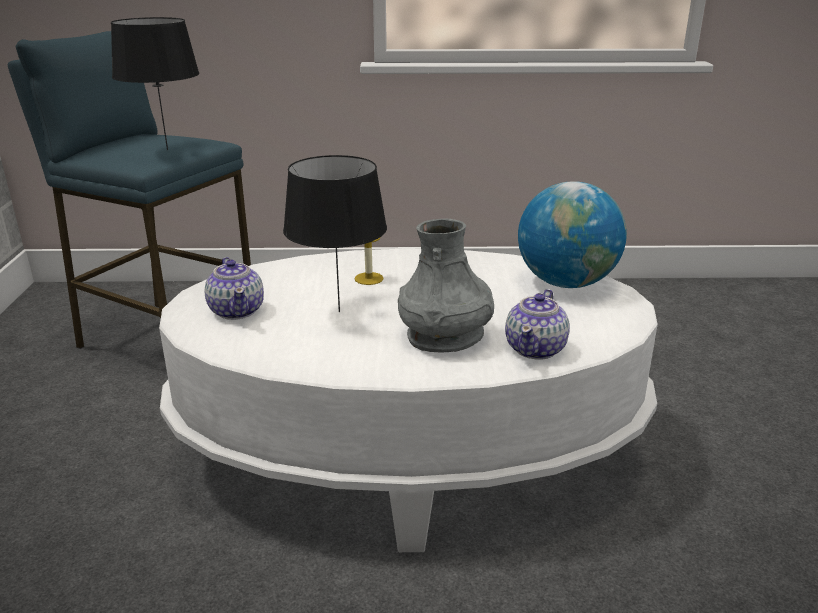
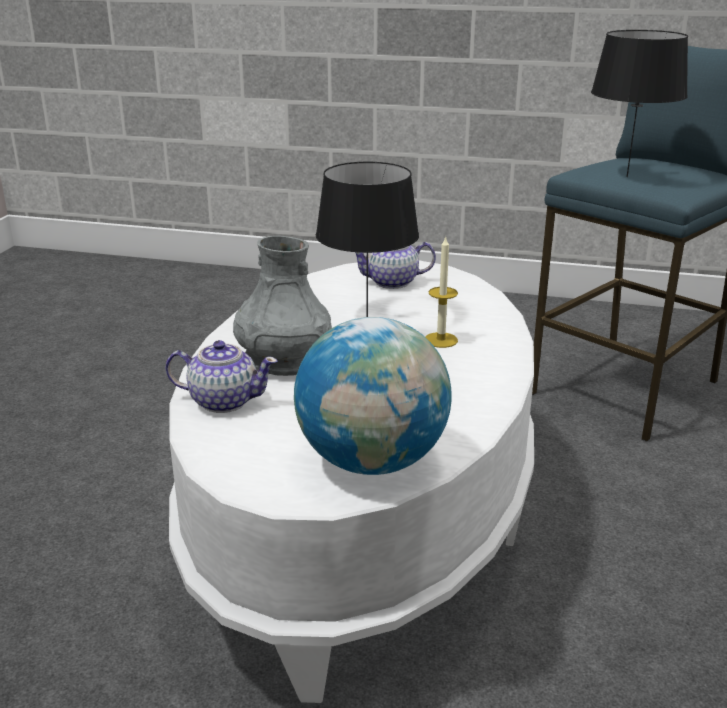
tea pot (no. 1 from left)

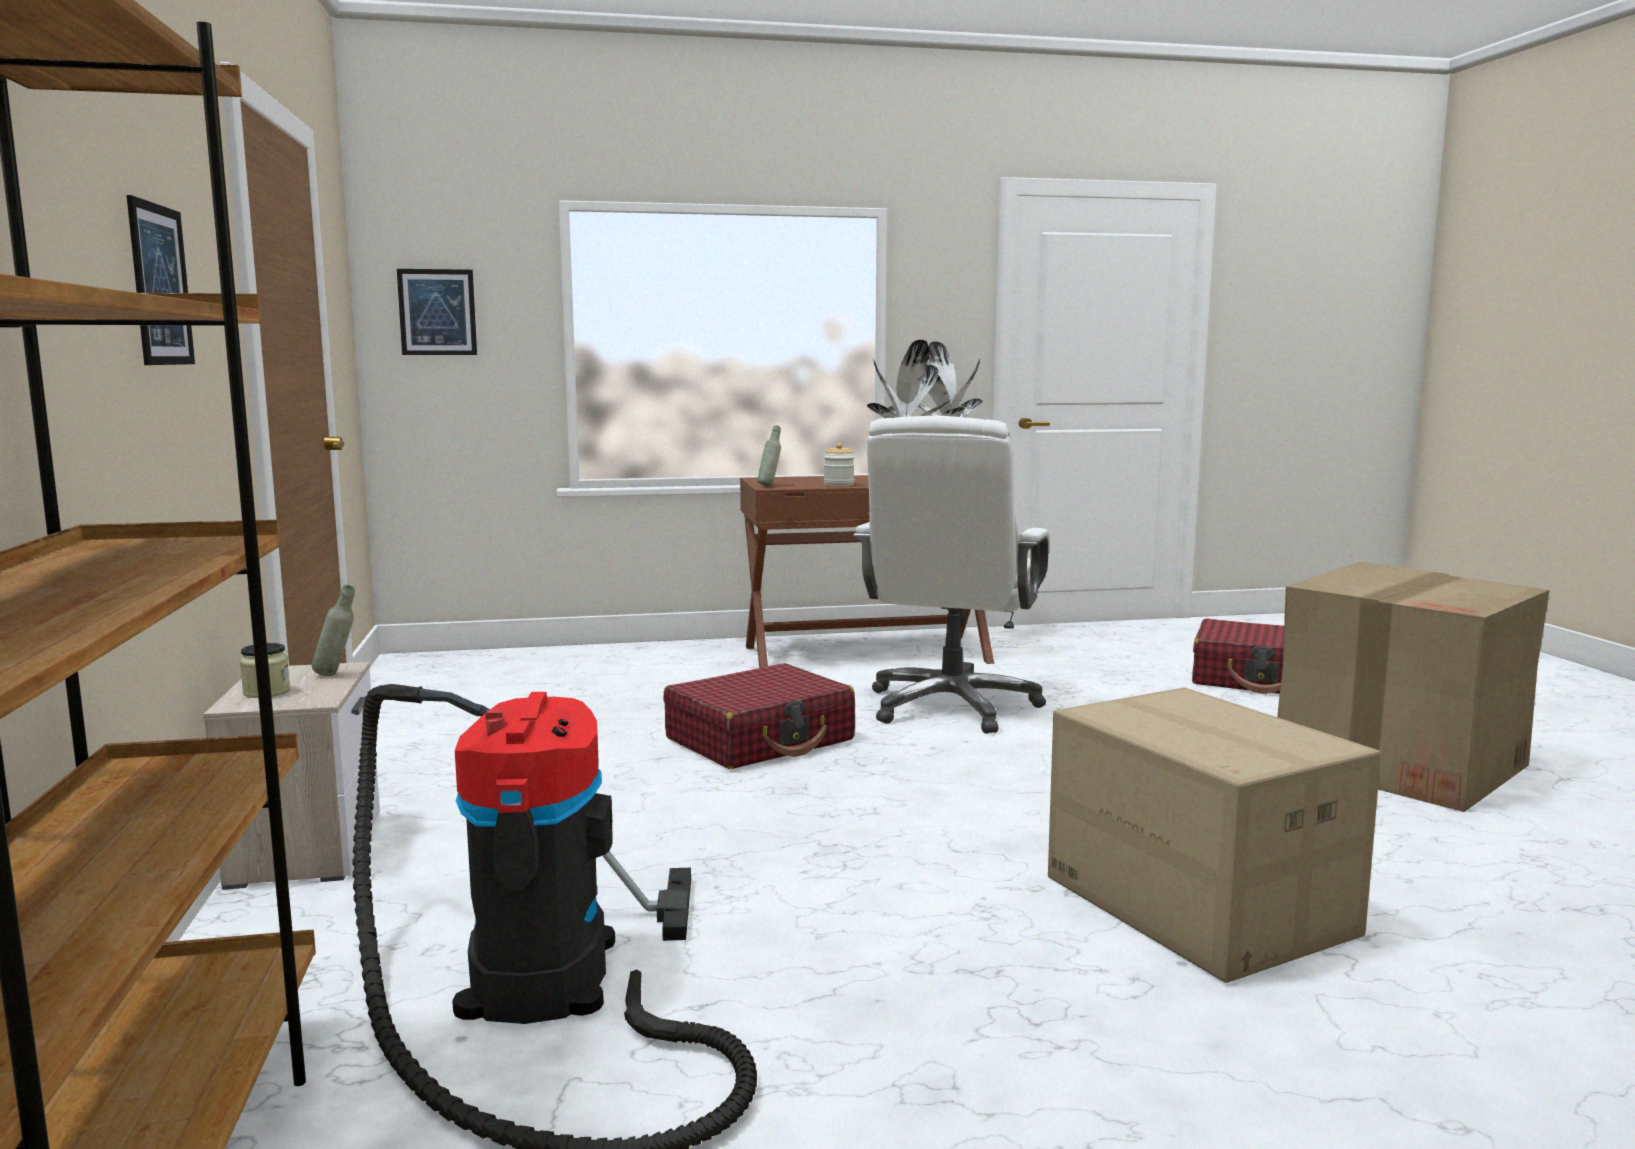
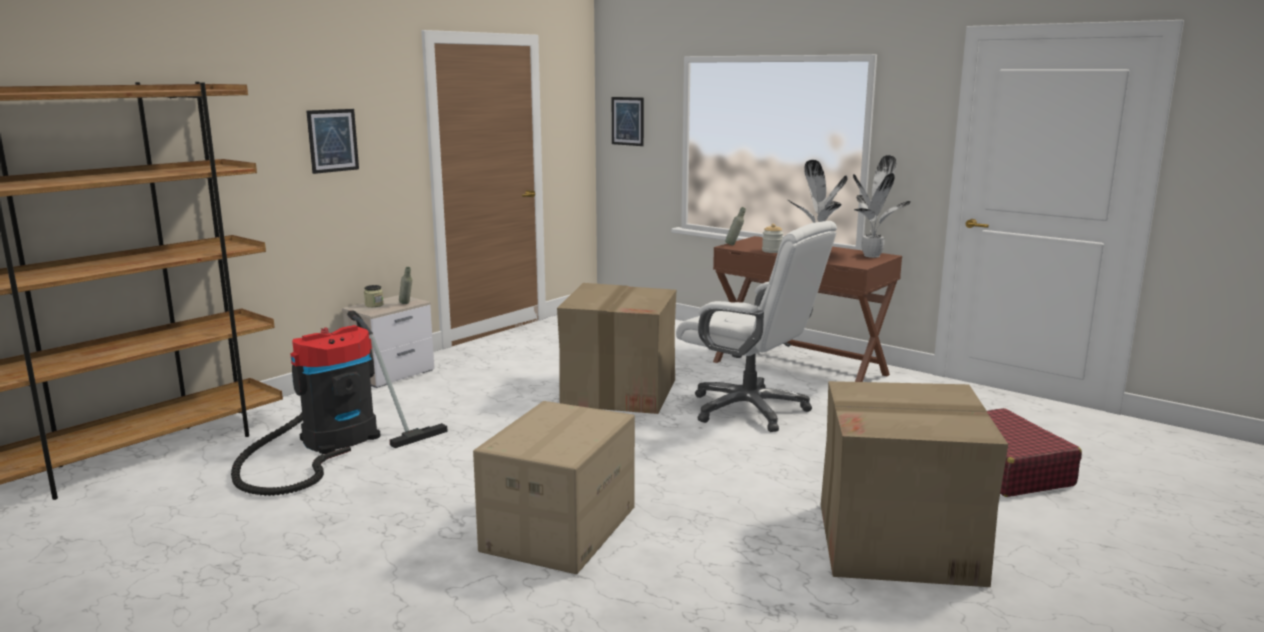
white computer chair
cardboard box (no. 2 from left)

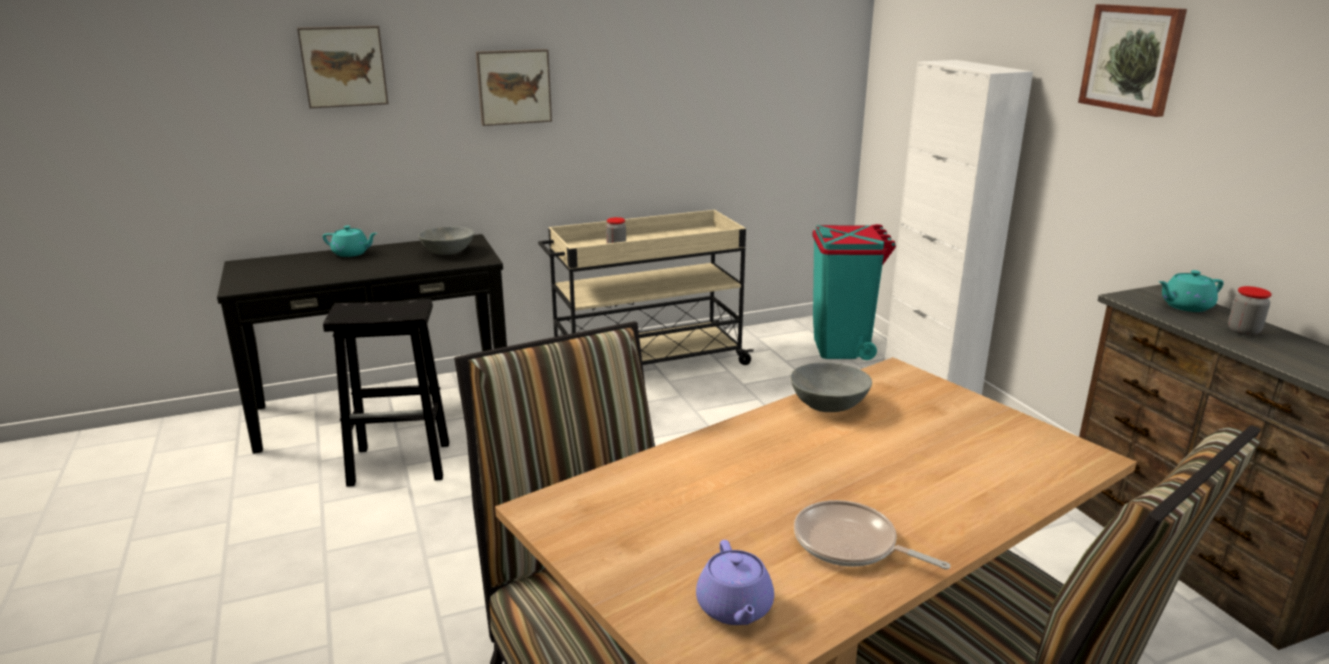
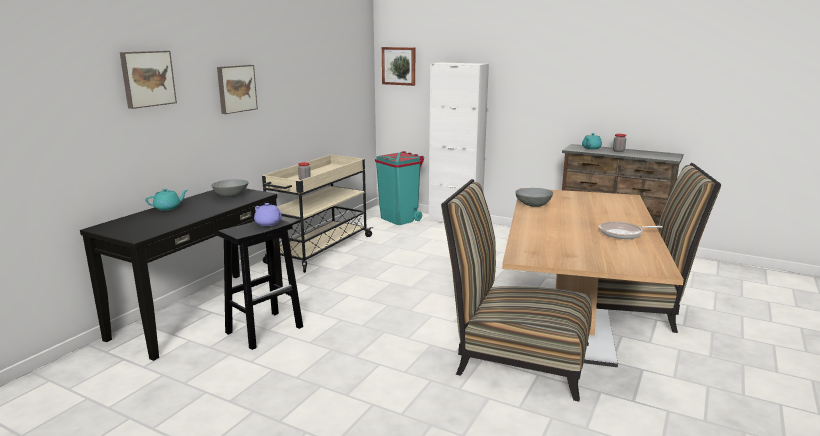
picture (no. 3 from left)
purple-coloured tea pot

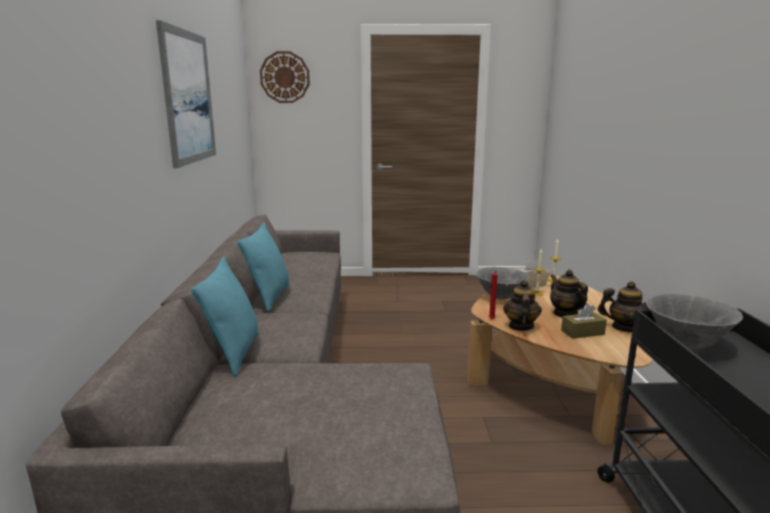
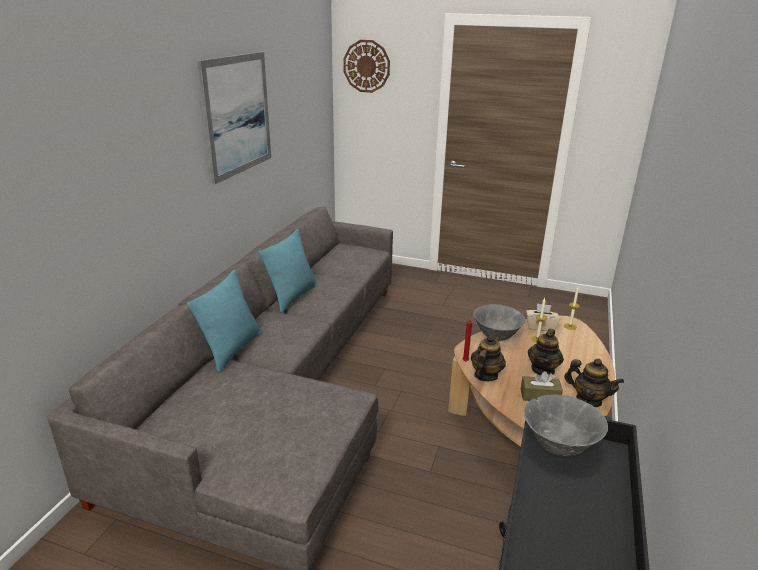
tea pot (no. 2 from left)

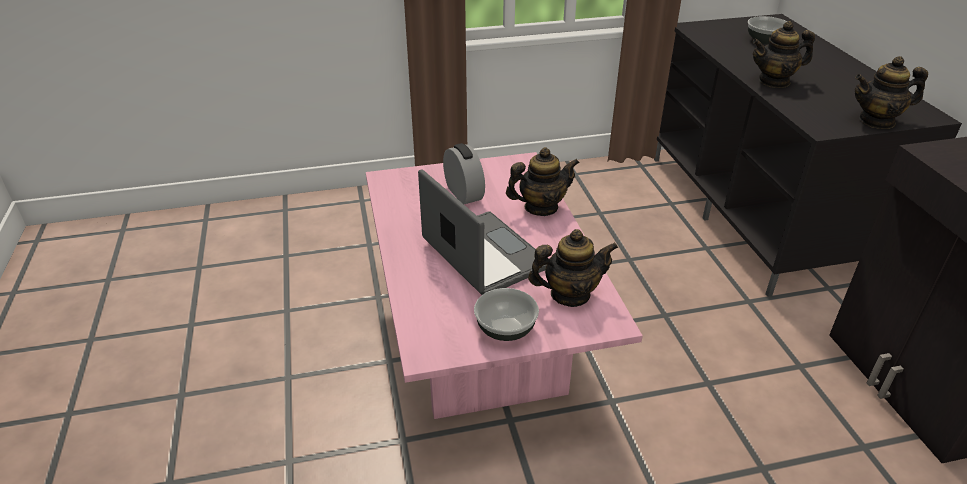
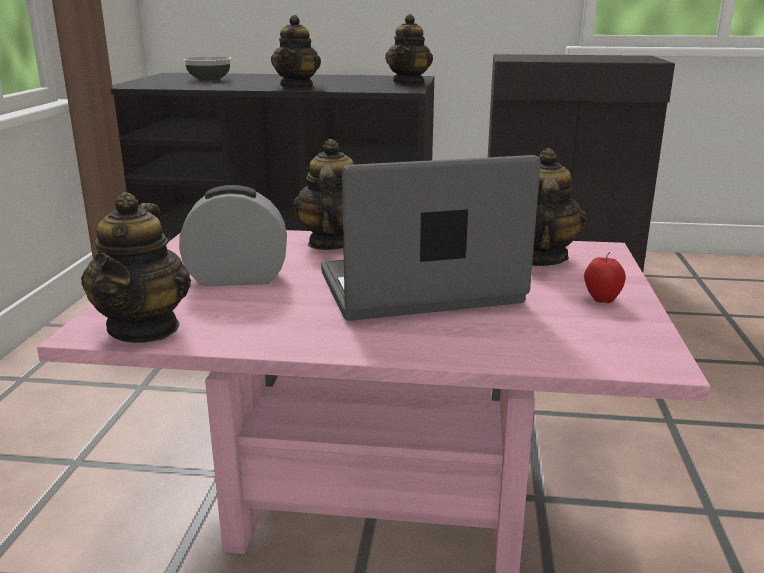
whole apple
tea pot (no. 1 from left)

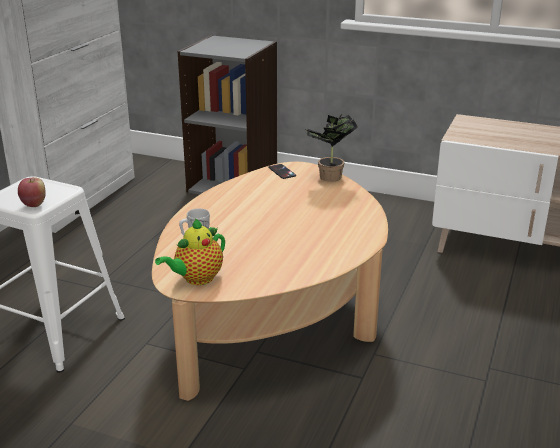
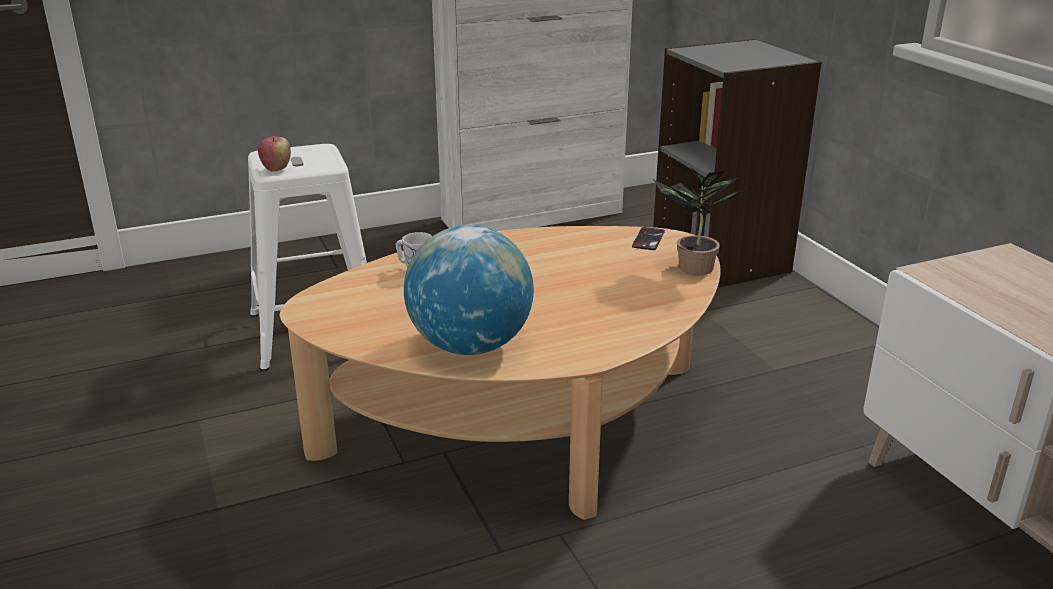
tea pot
world globe

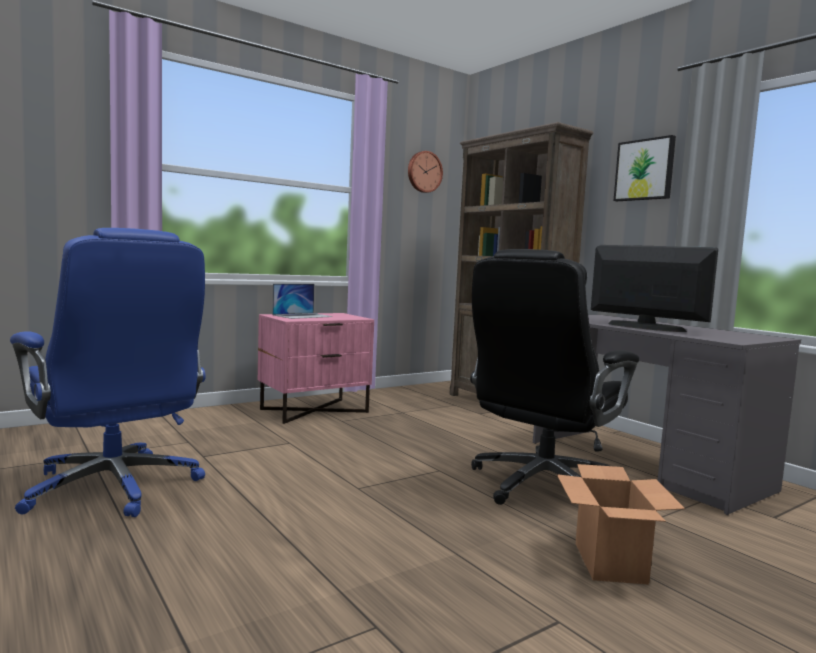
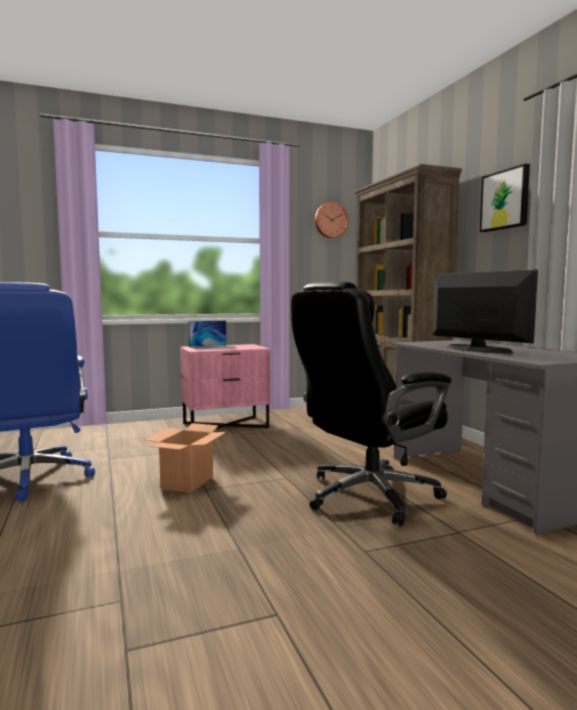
cardboard box

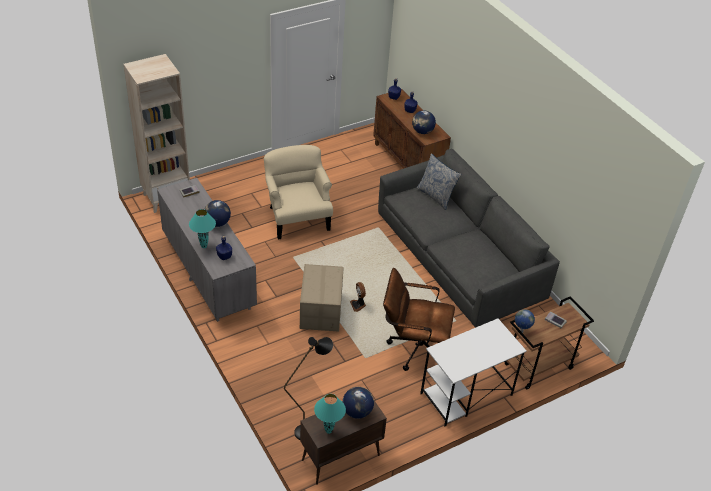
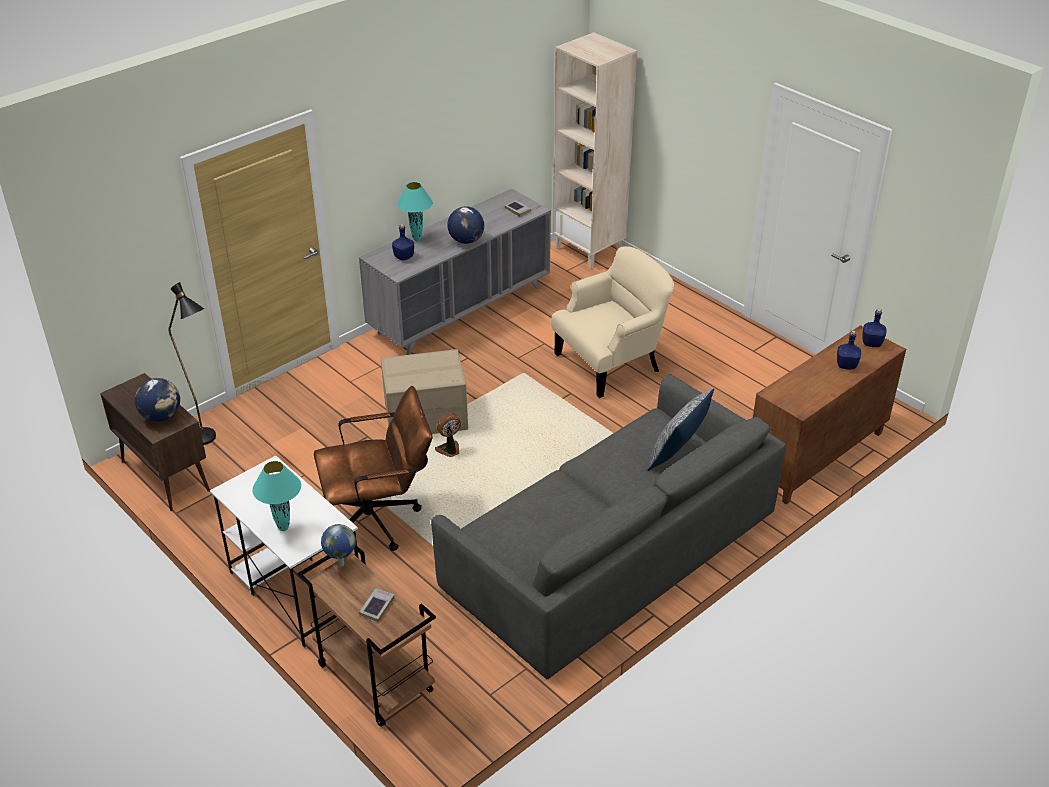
world globe (no. 3 from left in the first image)
brownish computer chair
blue-green lamp for a table (no. 1 from left)

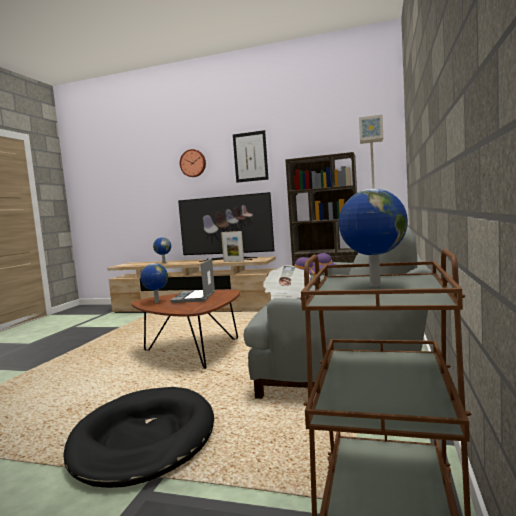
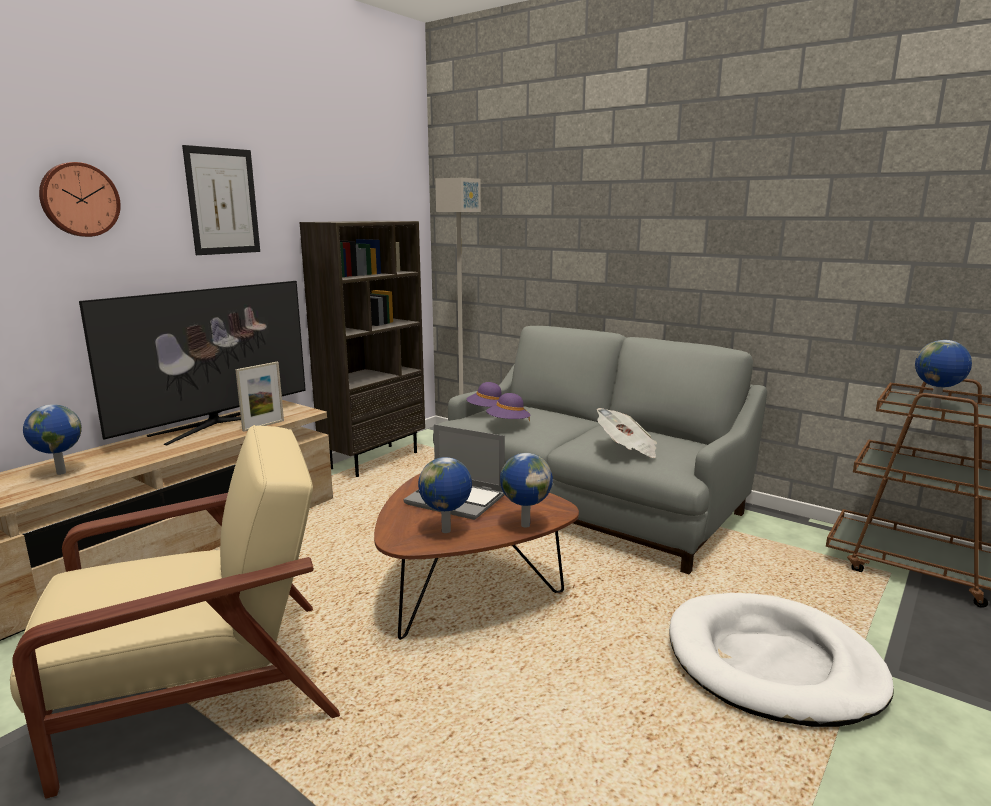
white pet bed
sand-coloured armchair
world globe (no. 3 from left)

